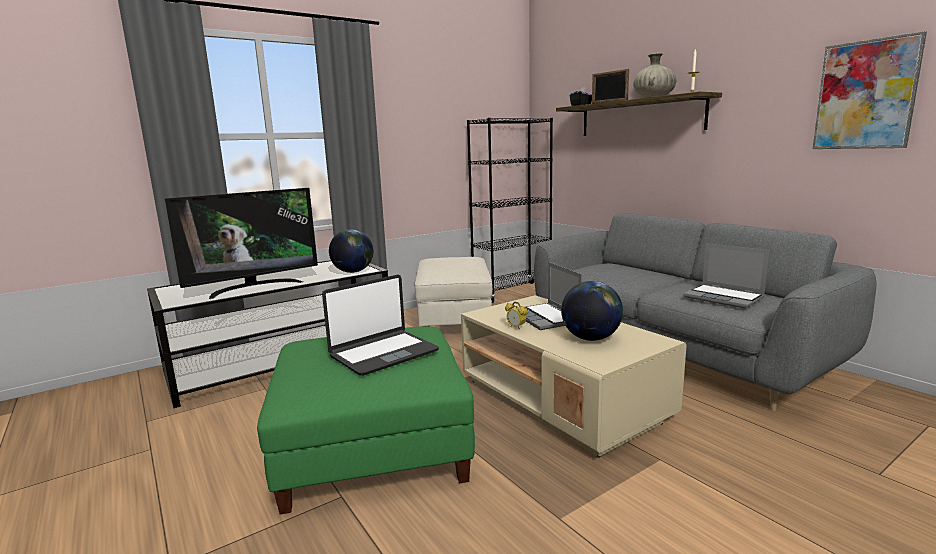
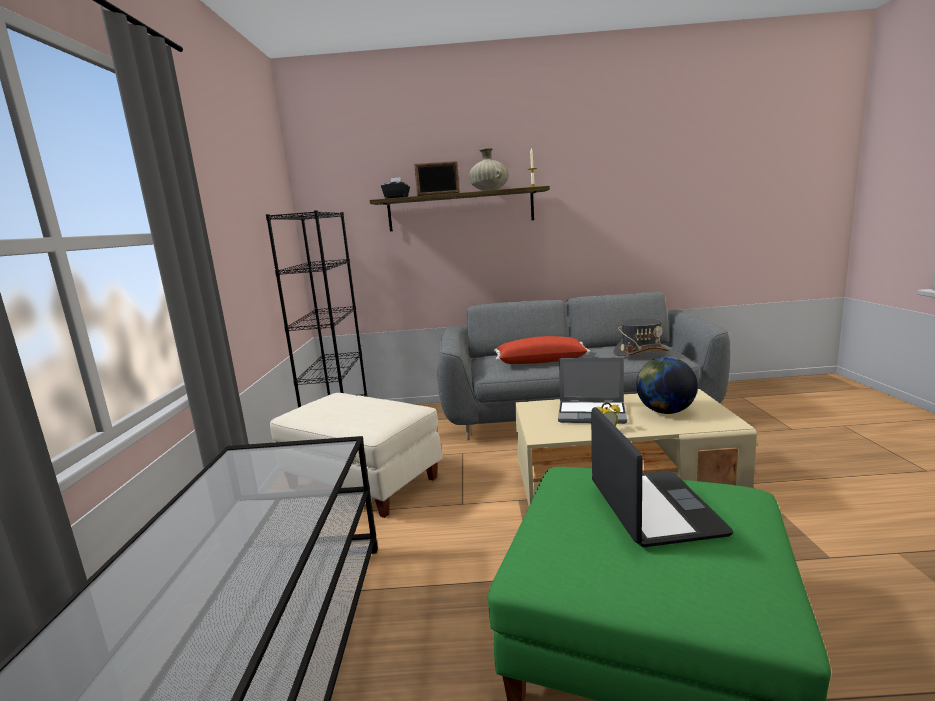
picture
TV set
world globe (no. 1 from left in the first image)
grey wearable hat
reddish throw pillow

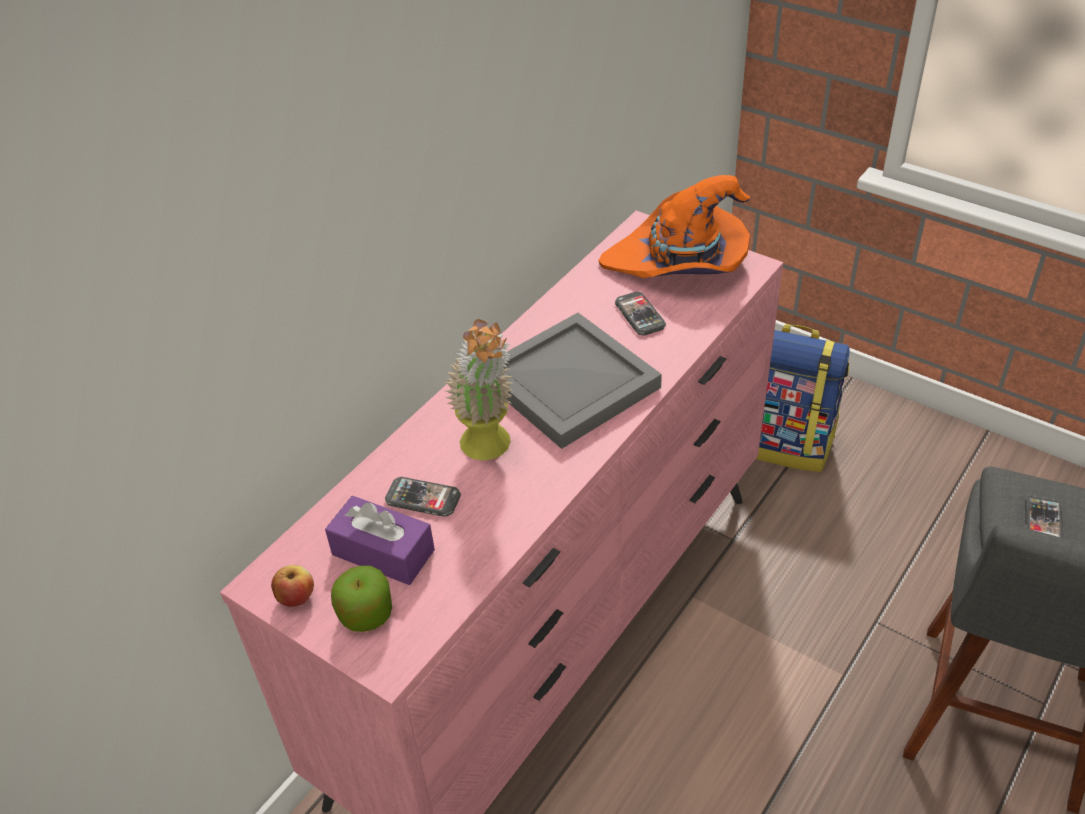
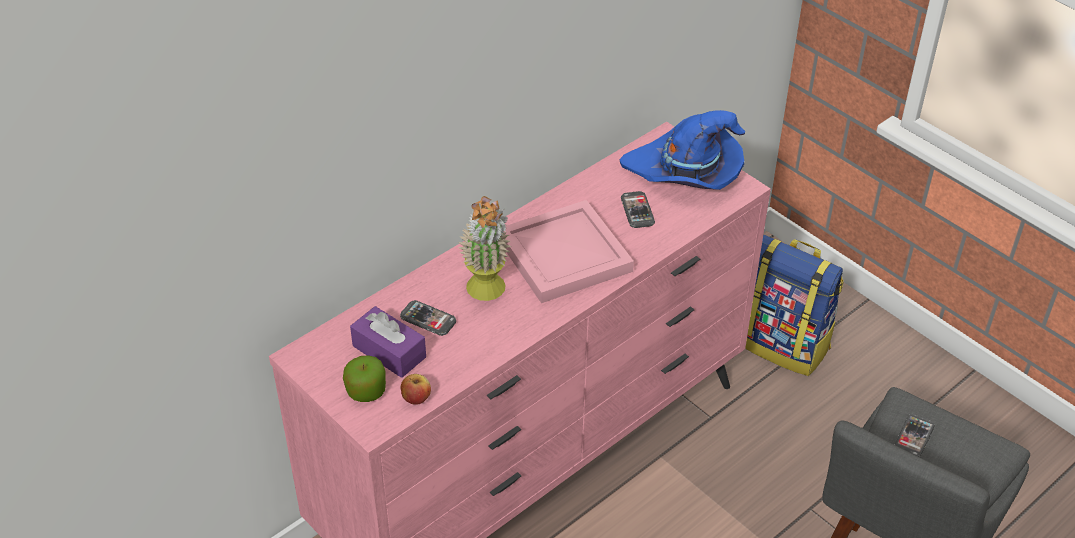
bluish wearable hat
pink-coloured serving tray
whole apple (no. 2 from left)

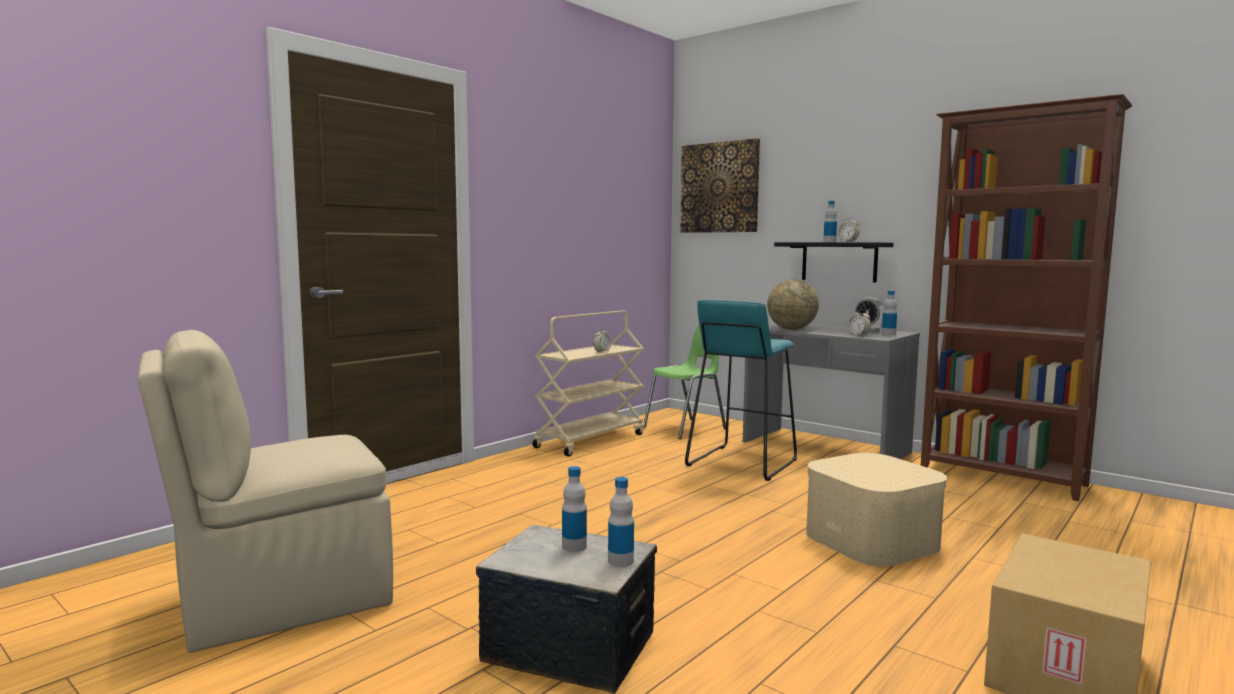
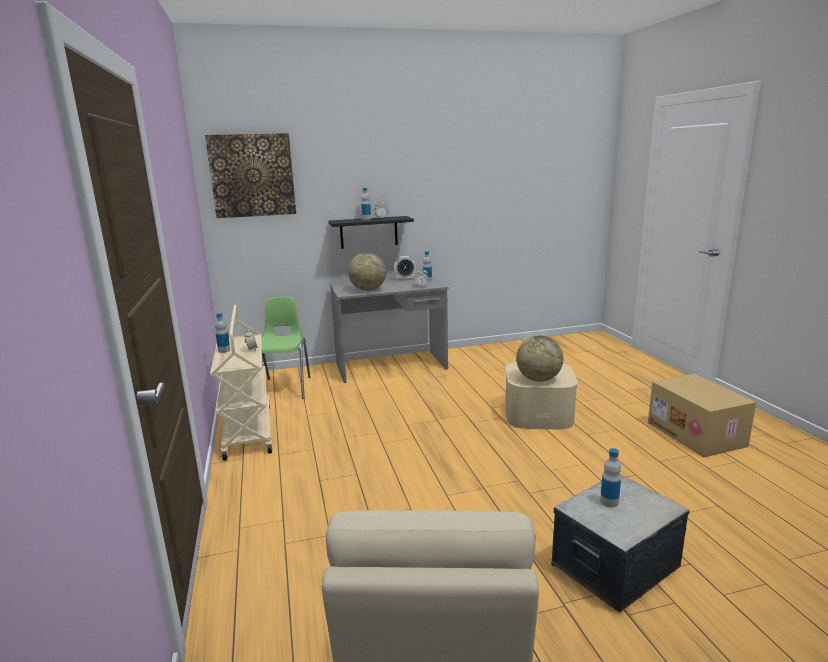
brownish shelving unit
blue-green sitting stool
drink bottle (no. 1 from left)
world globe (no. 2 from left)

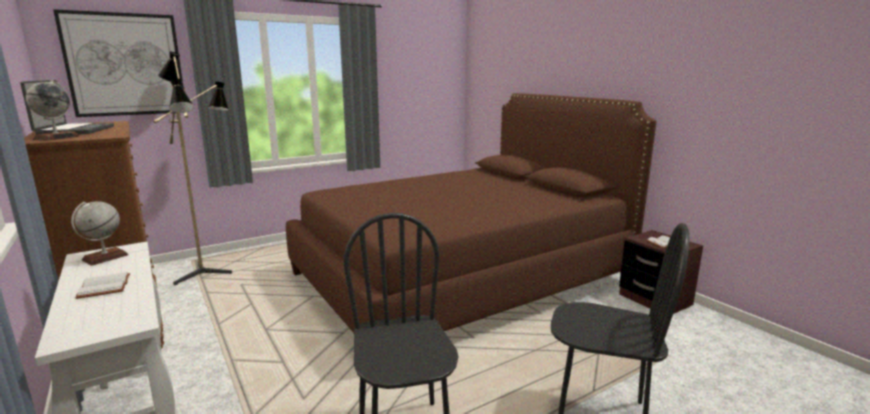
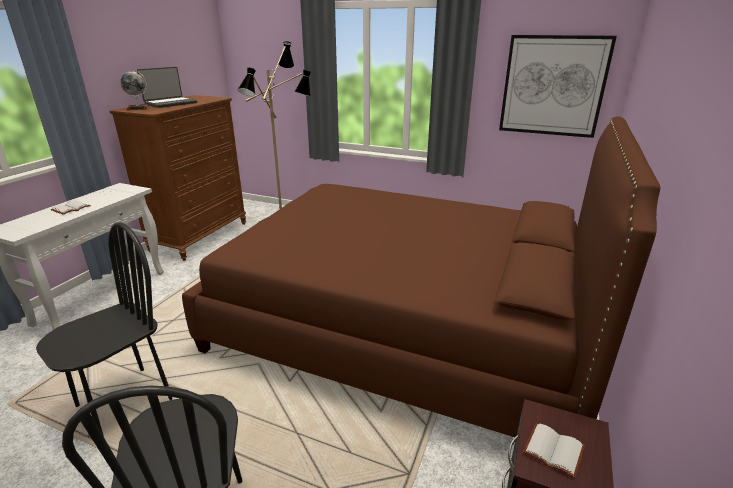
picture
world globe (no. 2 from left in the first image)

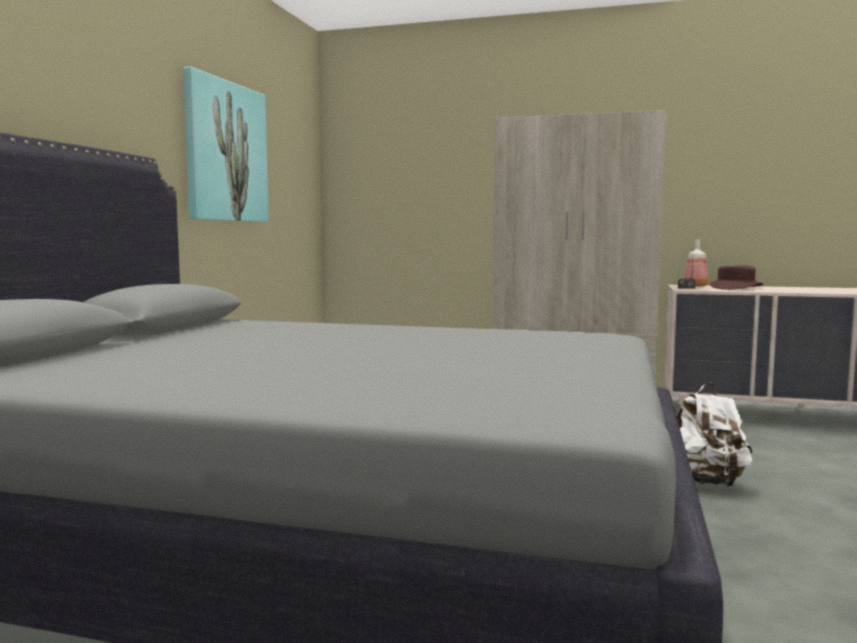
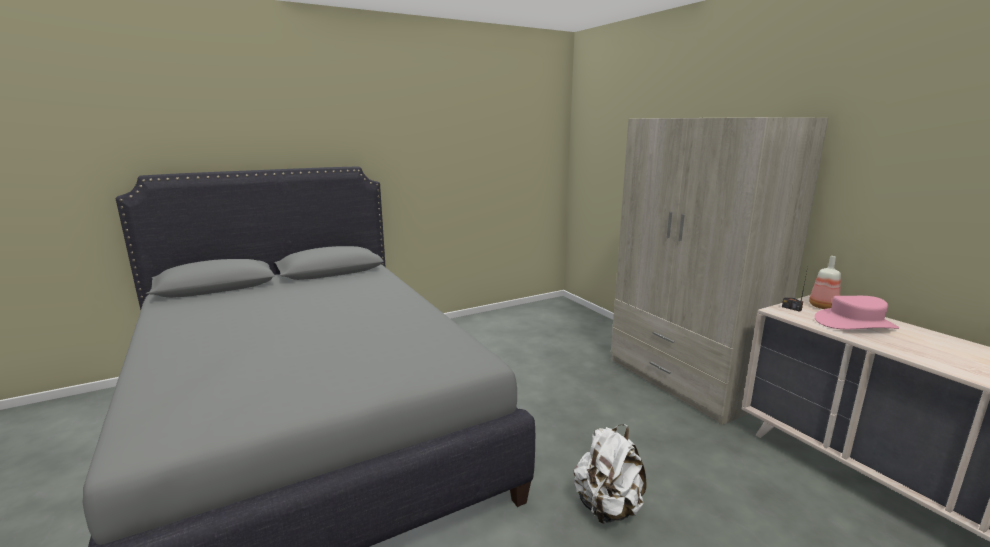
picture
pink-coloured wearable hat

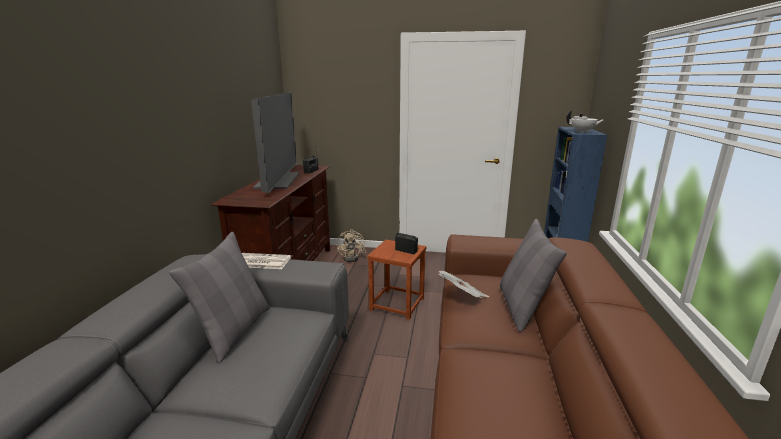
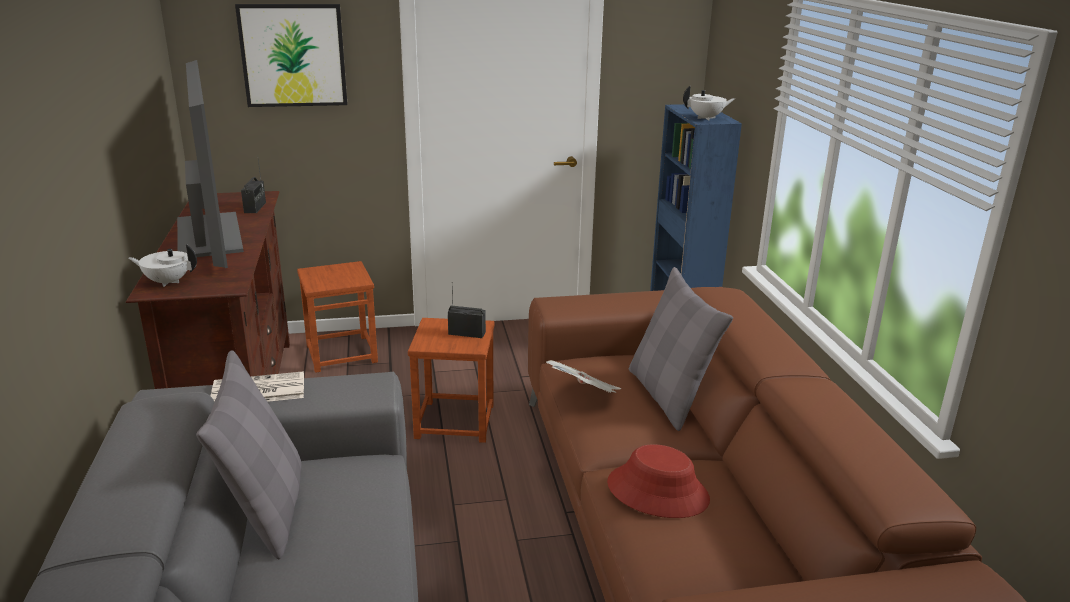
brownish sitting stool (no. 1 from left)
picture
white tea pot (no. 1 from left)
reddish wearable hat

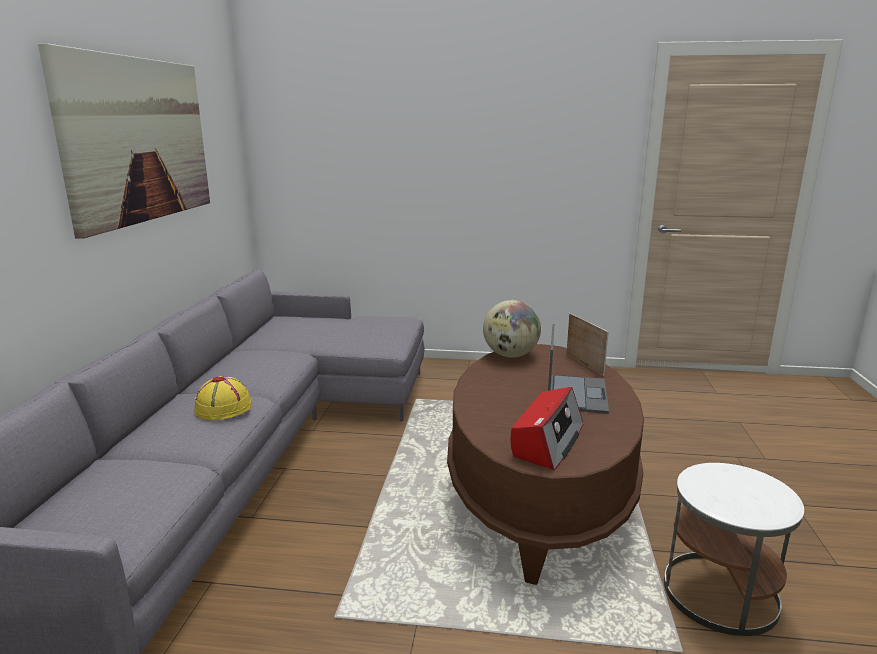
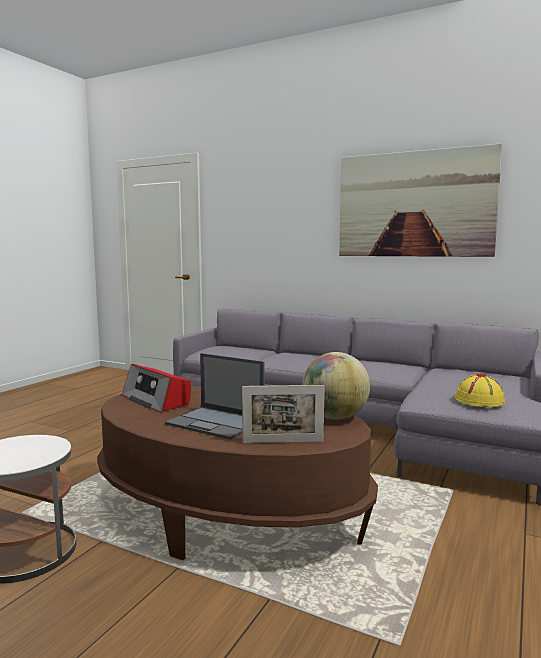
yellow wearable hat

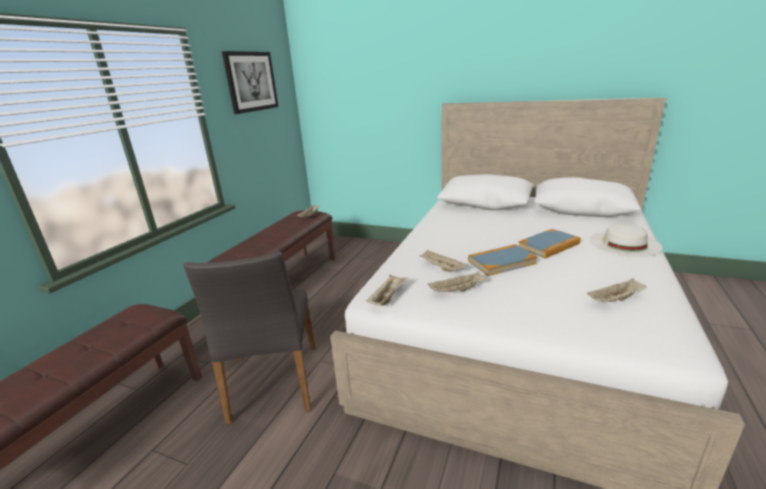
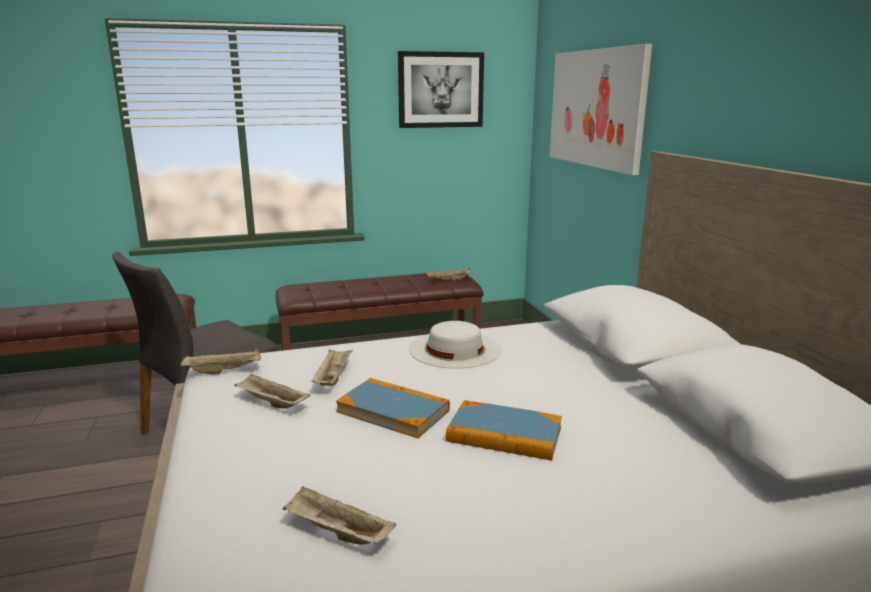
white wearable hat
picture (no. 2 from left)

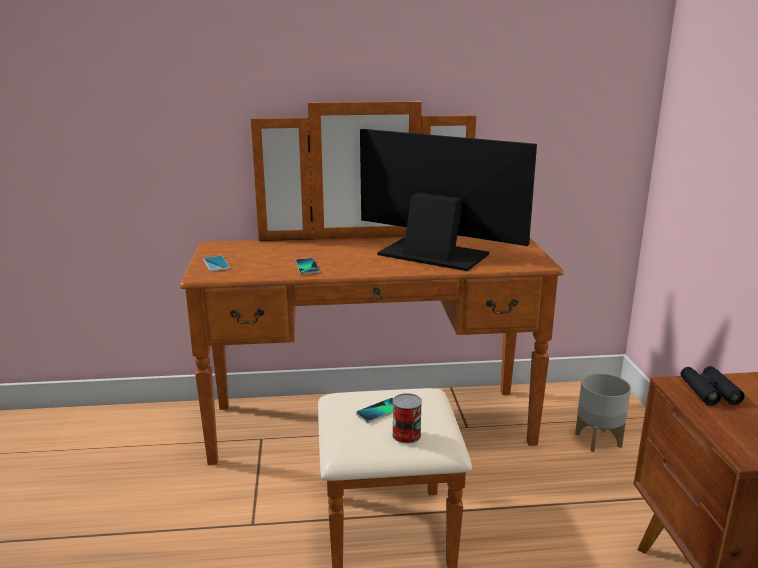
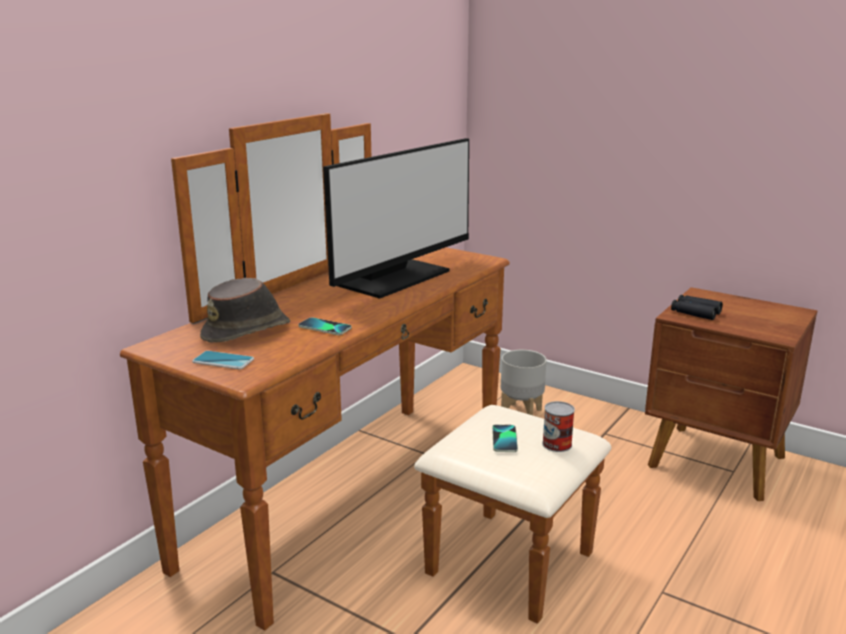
computer display
brownish wearable hat

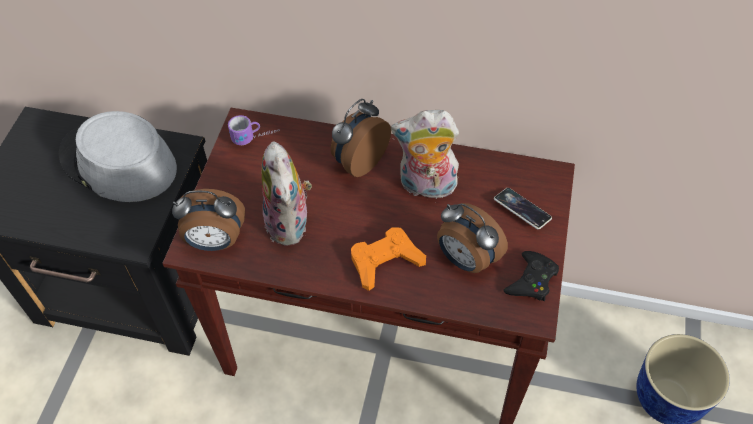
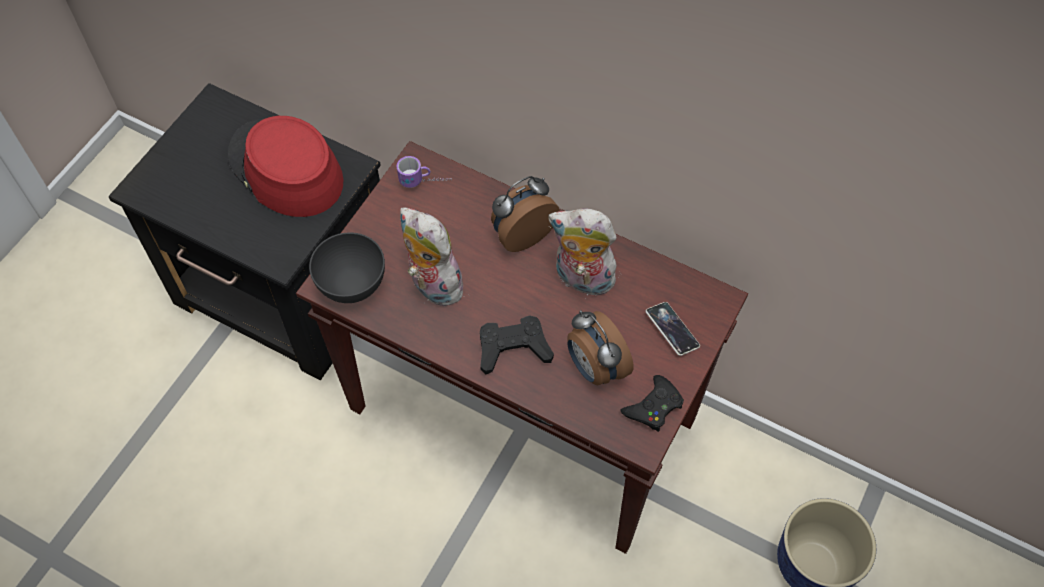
reddish wearable hat
plush toy (no. 1 from left)
grey deep dish
black game controller (no. 1 from left)

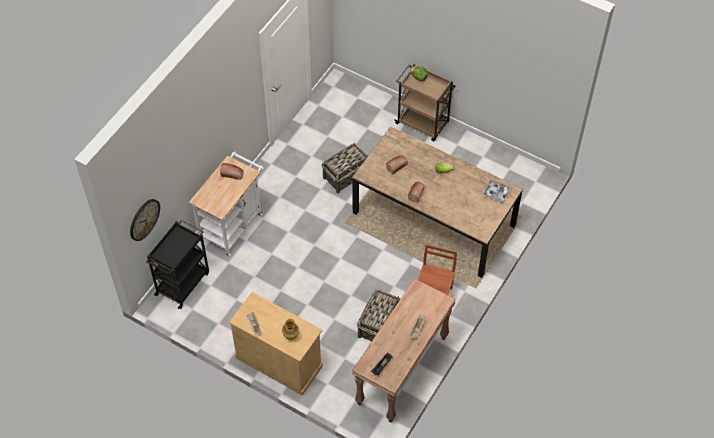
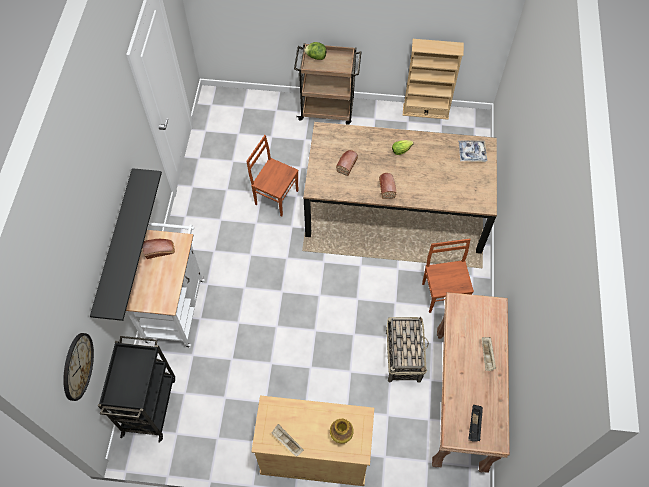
brownish upright chair (no. 1 from left)
sand-coloured shelving unit
black wall shelf

